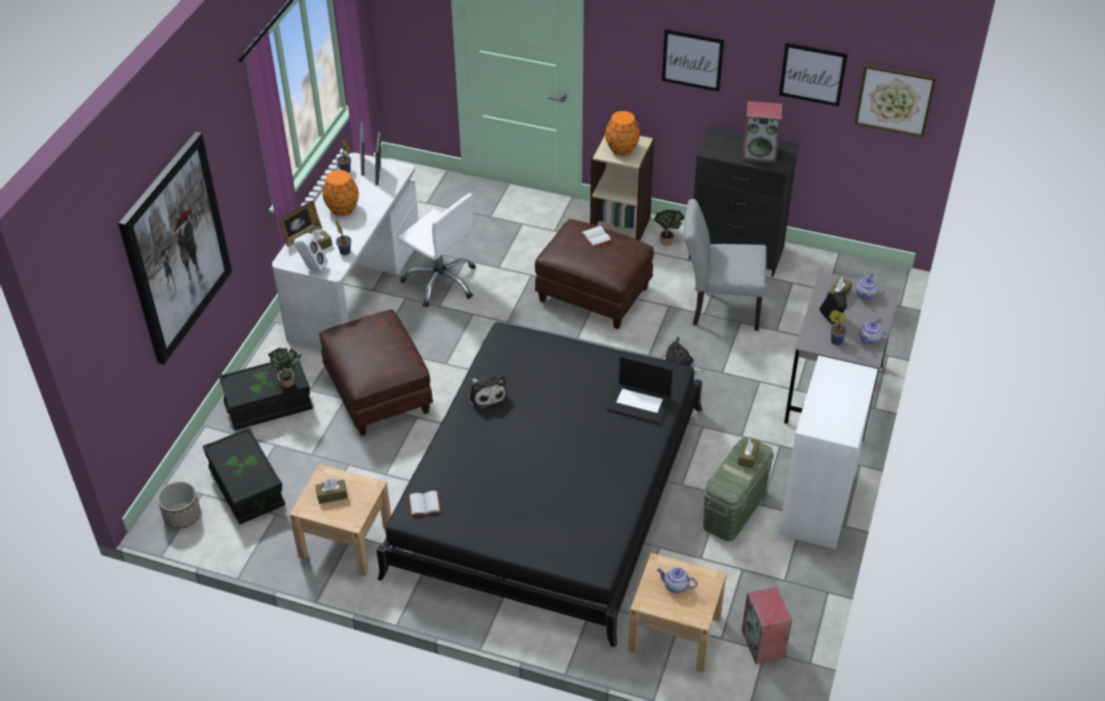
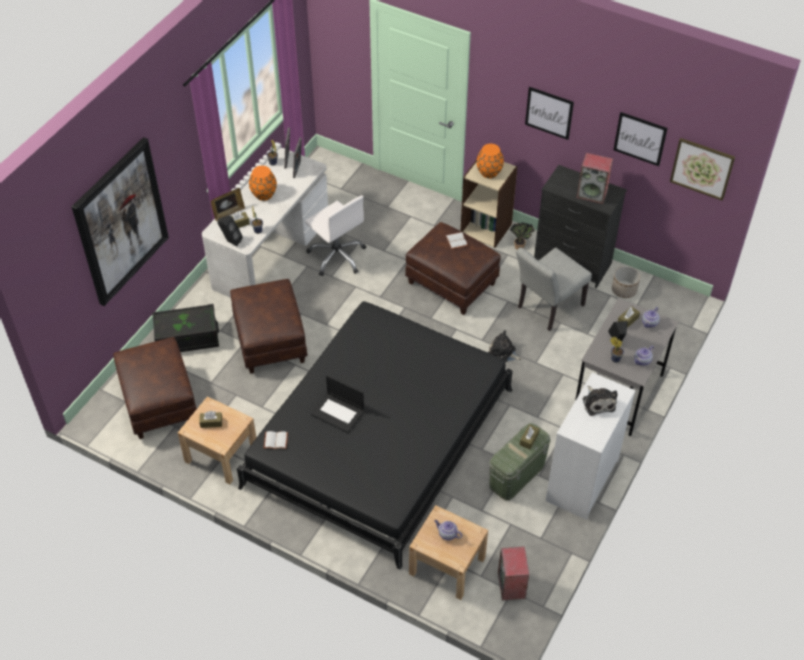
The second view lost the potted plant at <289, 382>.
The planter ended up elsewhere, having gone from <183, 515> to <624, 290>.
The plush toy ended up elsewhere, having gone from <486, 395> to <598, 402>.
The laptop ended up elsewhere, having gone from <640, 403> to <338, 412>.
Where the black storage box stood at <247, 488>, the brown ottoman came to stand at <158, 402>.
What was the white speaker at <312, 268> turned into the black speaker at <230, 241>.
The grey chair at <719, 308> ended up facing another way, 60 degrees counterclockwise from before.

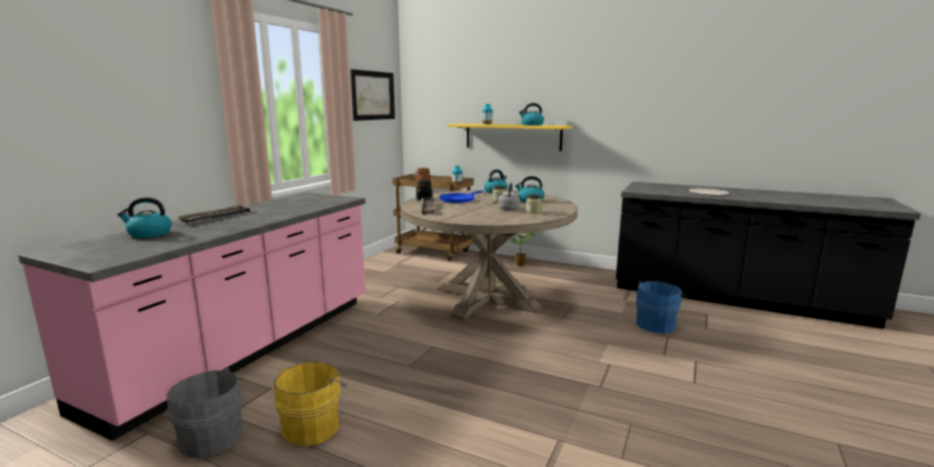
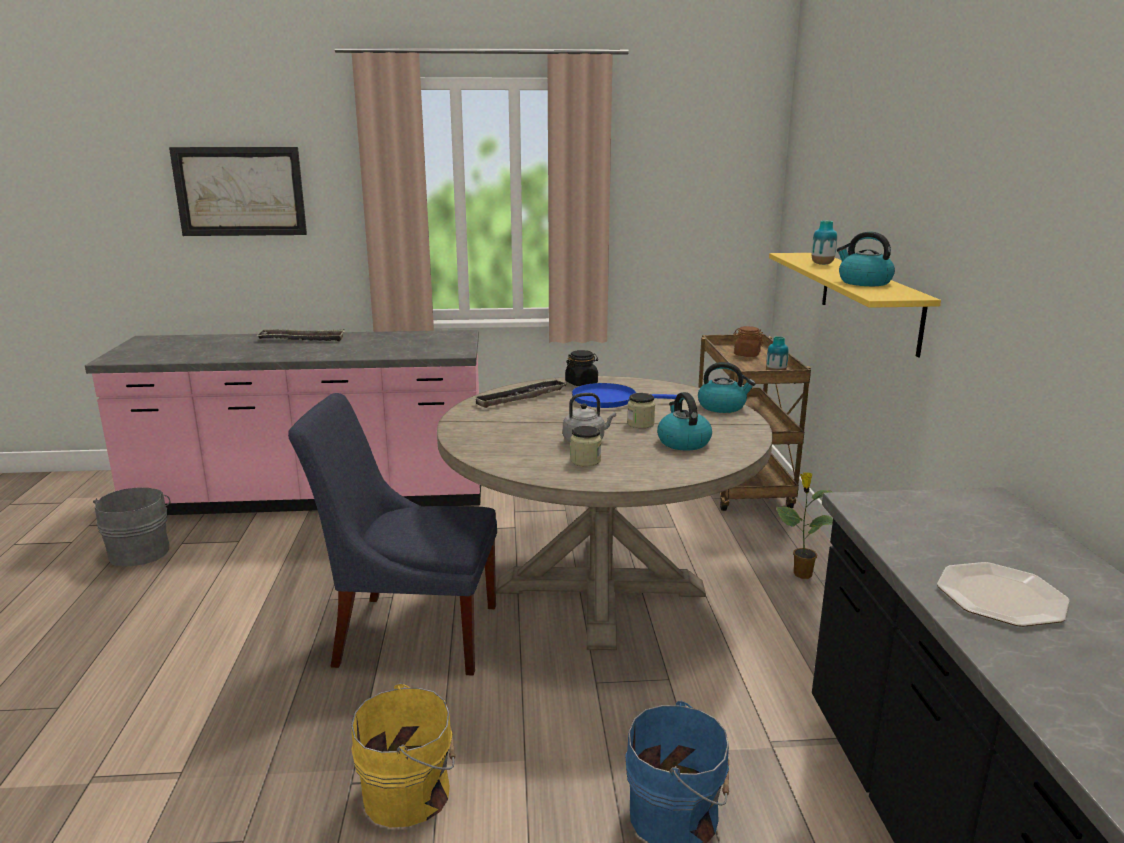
The second view lost the kettle at <149, 234>.
The second view gained the blue chair at <410, 633>.
The yellow bucket ended up elsewhere, having gone from <313, 426> to <411, 793>.
The picture ended up elsewhere, having gone from <373, 95> to <240, 191>.

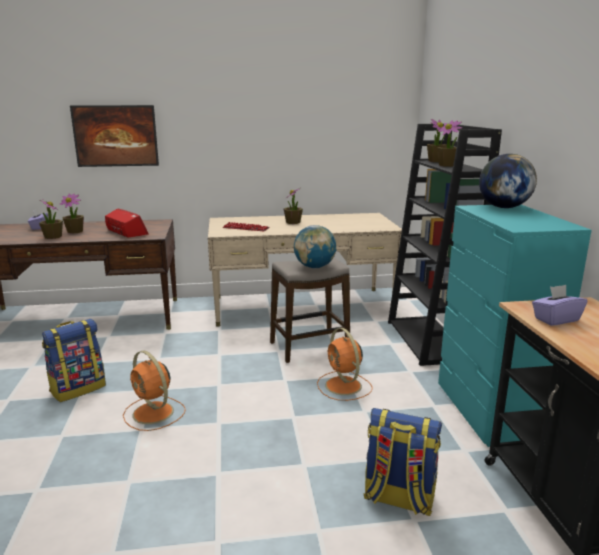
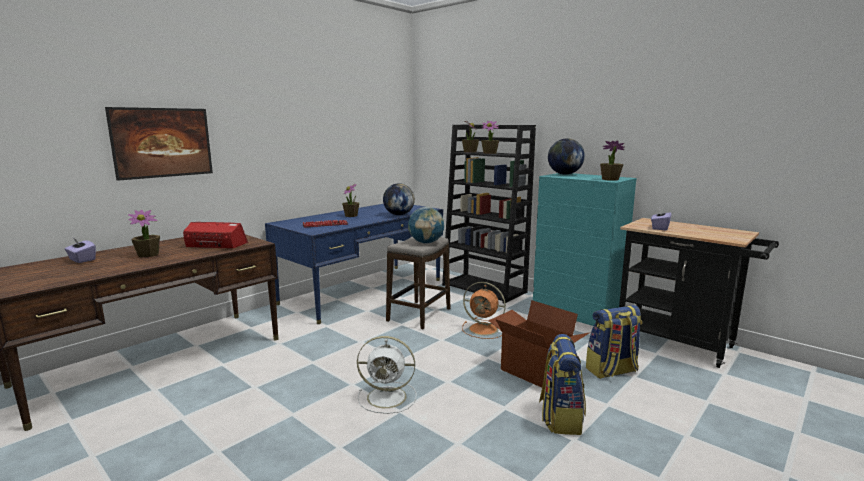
The second view gained the globe at <398, 214>.
The second view gained the cardboard box at <534, 371>.
The potted plant ended up elsewhere, having gone from <53, 237> to <610, 179>.
The backpack ended up elsewhere, having gone from <78, 388> to <560, 417>.
What was the orange fan at <154, 413> turned into the white fan at <388, 397>.
What was the beige desk at <302, 306> turned into the blue desk at <363, 291>.

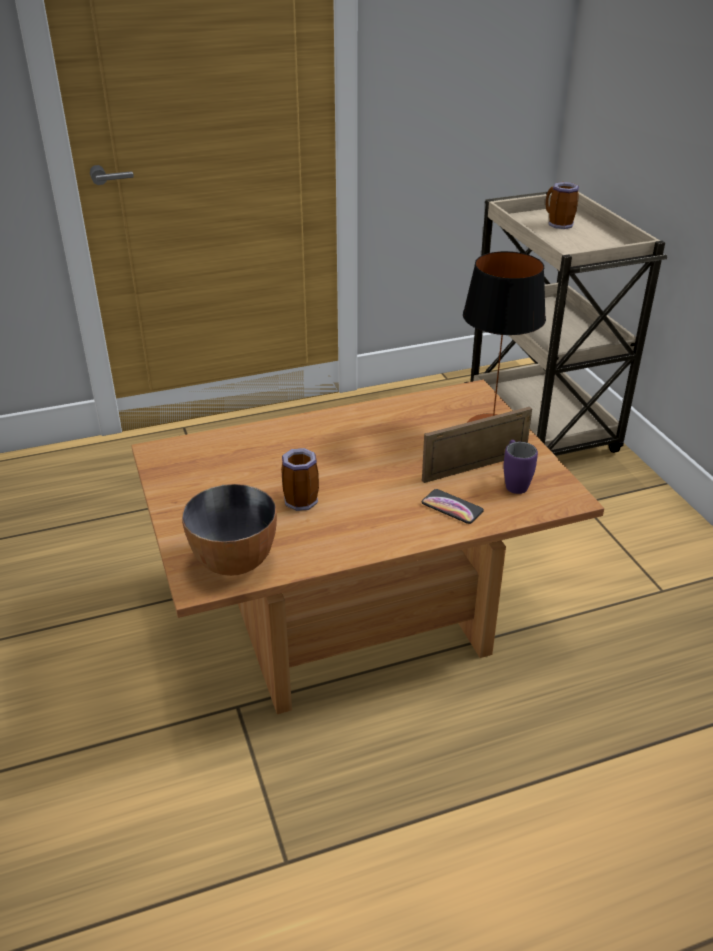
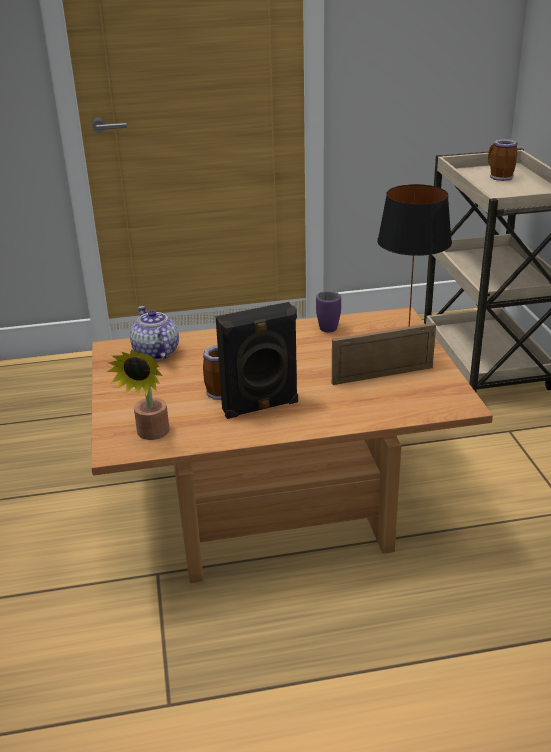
The second view lost the phone at <452, 507>.
The second view gained the teapot at <156, 353>.
The second view gained the black speaker at <261, 407>.
The purple mug ended up elsewhere, having gone from <514, 482> to <328, 325>.
Where the bowl stood at <235, 561>, the potted plant came to stand at <151, 434>.

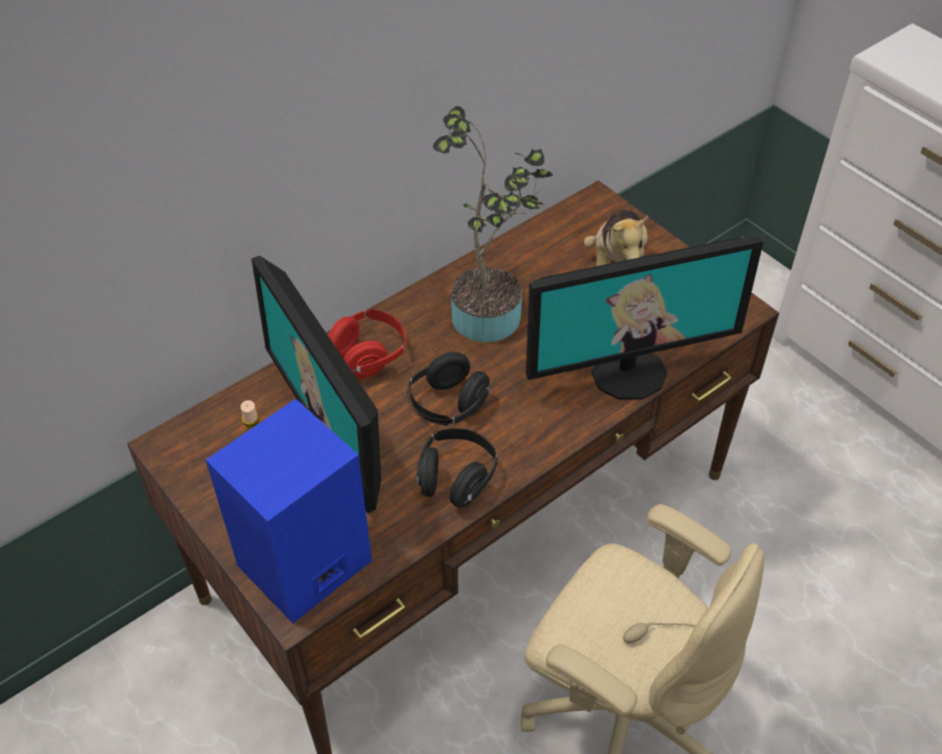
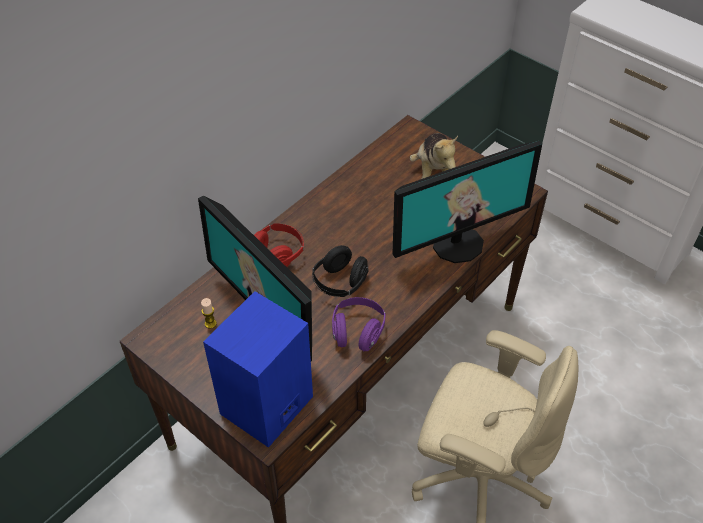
The second view lost the potted plant at <491, 311>.
What was the black headphones at <456, 478> turned into the purple headphones at <357, 332>.

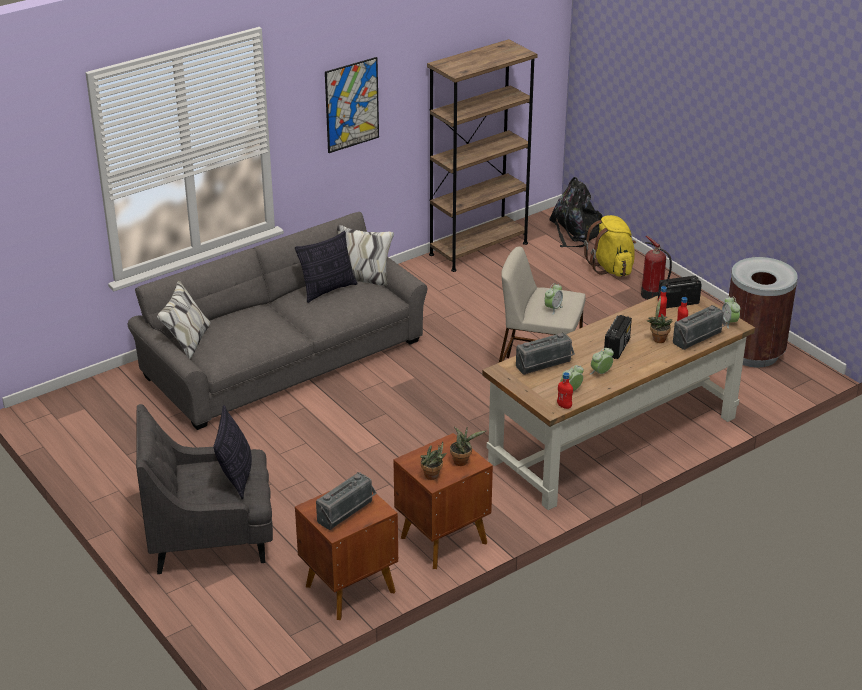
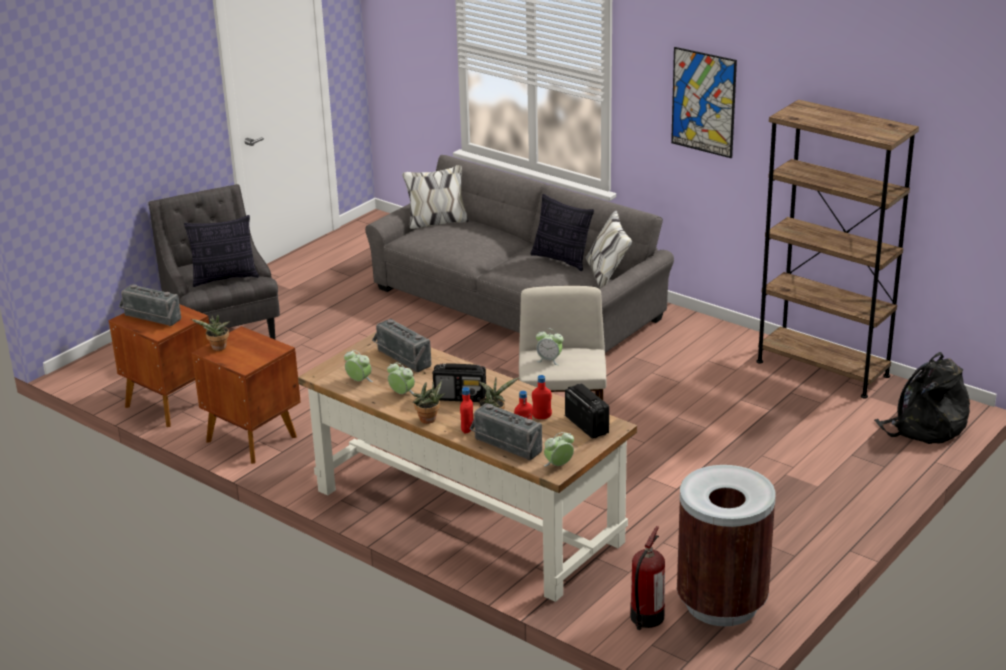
The second view lost the yellow backpack at <611, 268>.
The potted plant ended up elsewhere, having gone from <462, 461> to <429, 420>.
The red bottle ended up elsewhere, having gone from <564, 406> to <467, 430>.
The fire extinguisher ended up elsewhere, having gone from <653, 295> to <646, 618>.

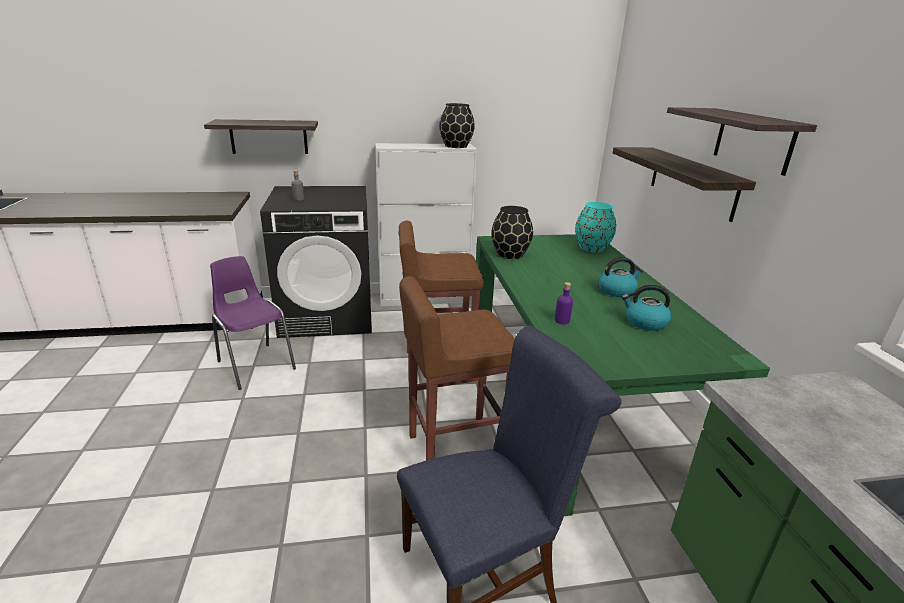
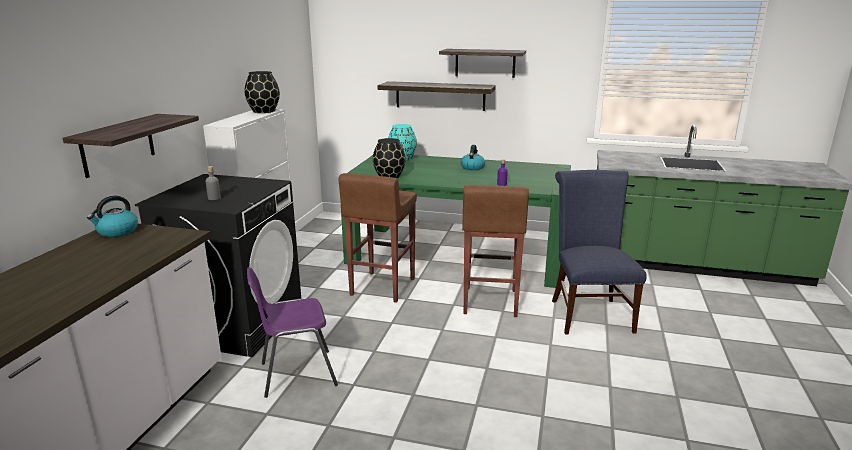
The kettle ended up elsewhere, having gone from <645, 322> to <117, 231>.

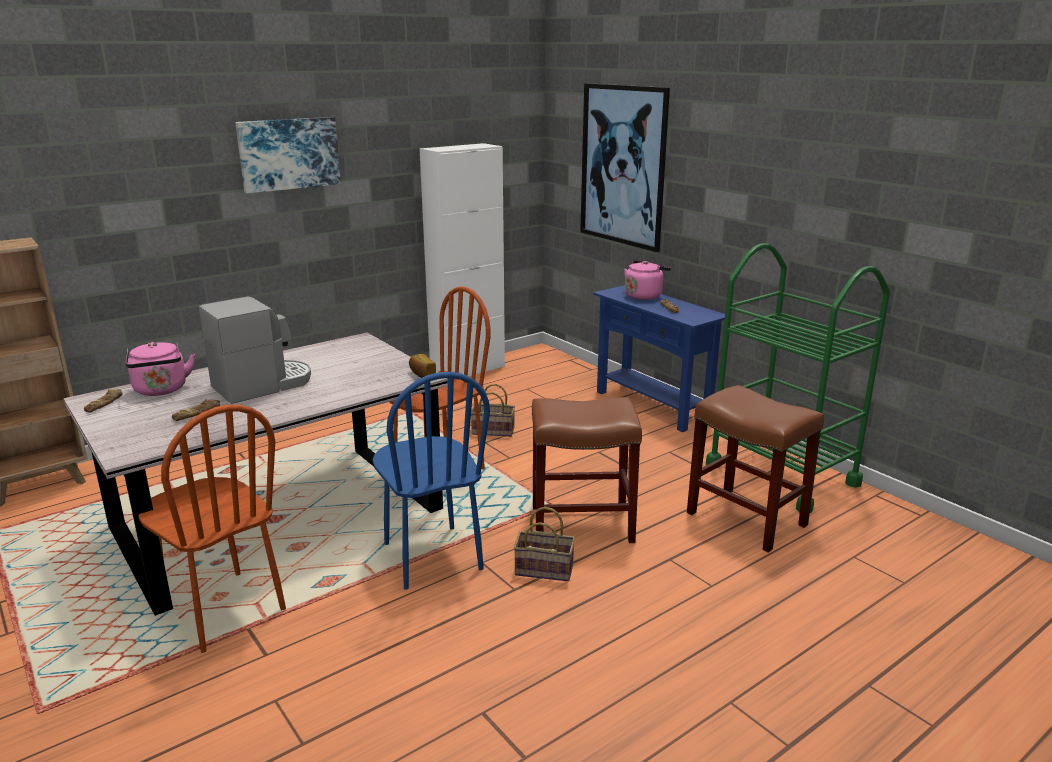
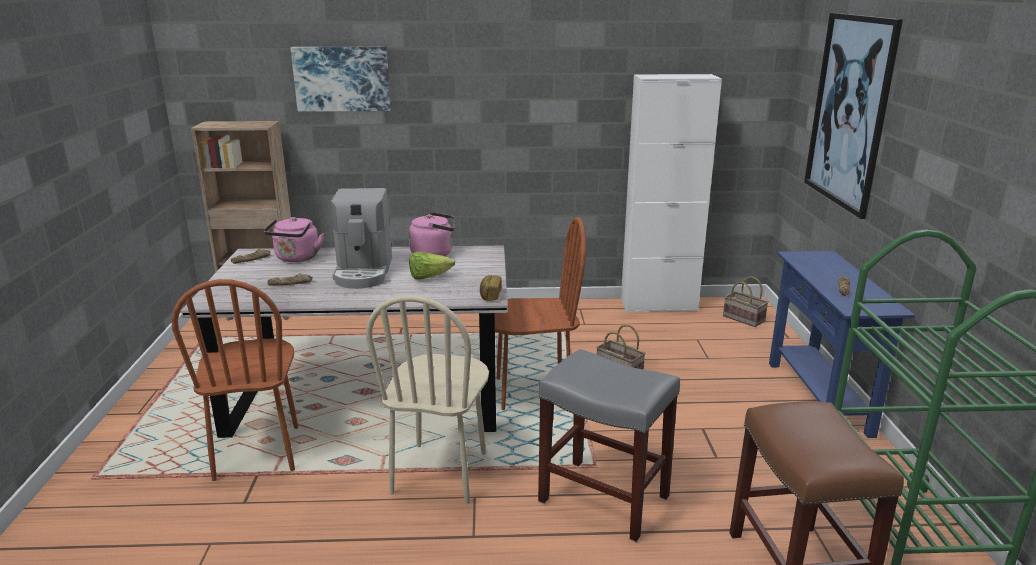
The second view gained the lettuce at <429, 277>.
The picture ended up elsewhere, having gone from <289, 154> to <342, 78>.
The basket ended up elsewhere, having gone from <545, 569> to <745, 319>.
The pink kettle ended up elsewhere, having gone from <644, 296> to <434, 254>.
What was the blue chair at <431, 557> turned into the beige chair at <440, 473>.
What was the brown stool at <583, 524> turned into the grey stool at <605, 498>.
The coffee machine at <263, 385> ended up facing another way, 90 degrees clockwise from before.

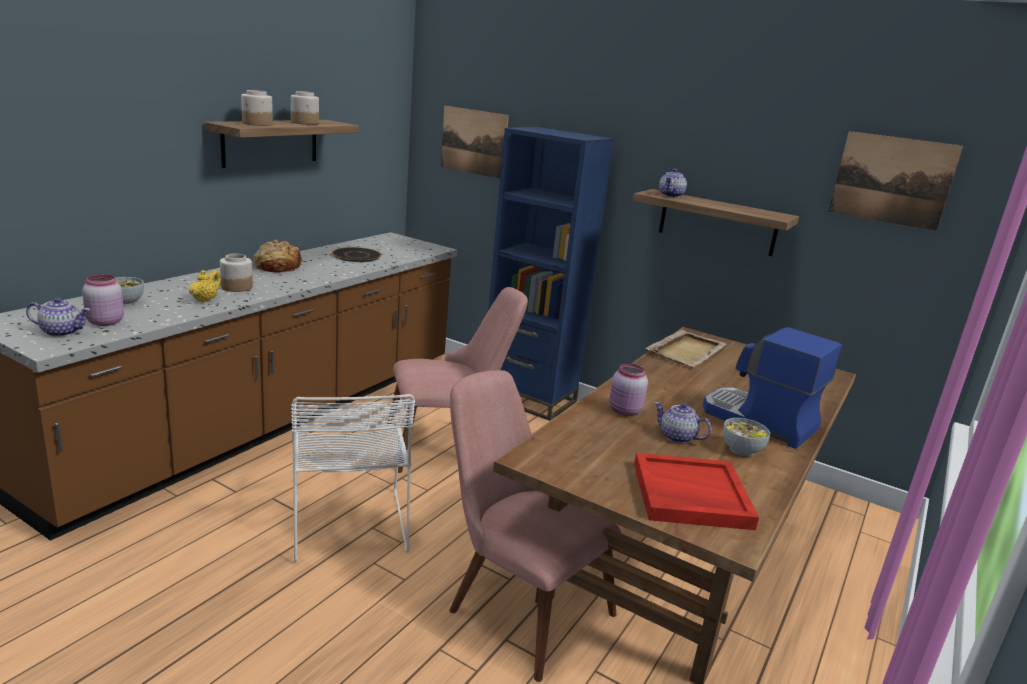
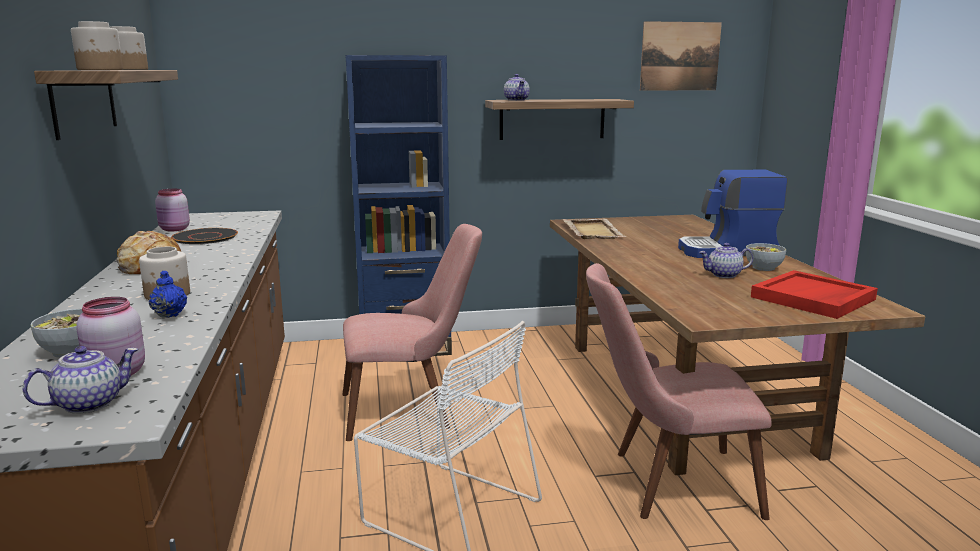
The second view lost the picture at <473, 142>.
The pink jar ended up elsewhere, having gone from <624, 411> to <174, 229>.
What was the yellow teapot at <205, 299> turned into the blue teapot at <169, 314>.
The pink chair at <449, 445> ended up facing another way, 45 degrees clockwise from before.

